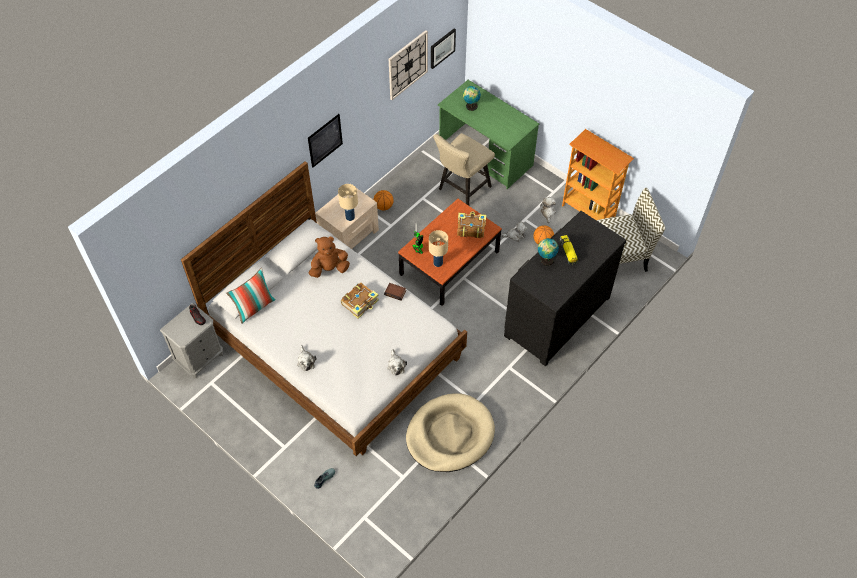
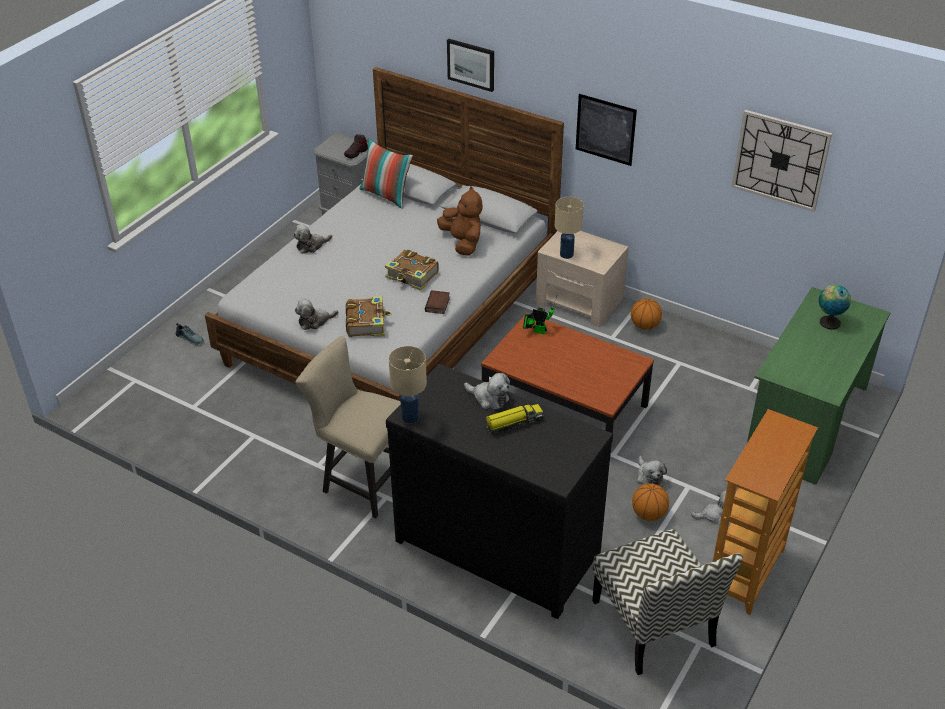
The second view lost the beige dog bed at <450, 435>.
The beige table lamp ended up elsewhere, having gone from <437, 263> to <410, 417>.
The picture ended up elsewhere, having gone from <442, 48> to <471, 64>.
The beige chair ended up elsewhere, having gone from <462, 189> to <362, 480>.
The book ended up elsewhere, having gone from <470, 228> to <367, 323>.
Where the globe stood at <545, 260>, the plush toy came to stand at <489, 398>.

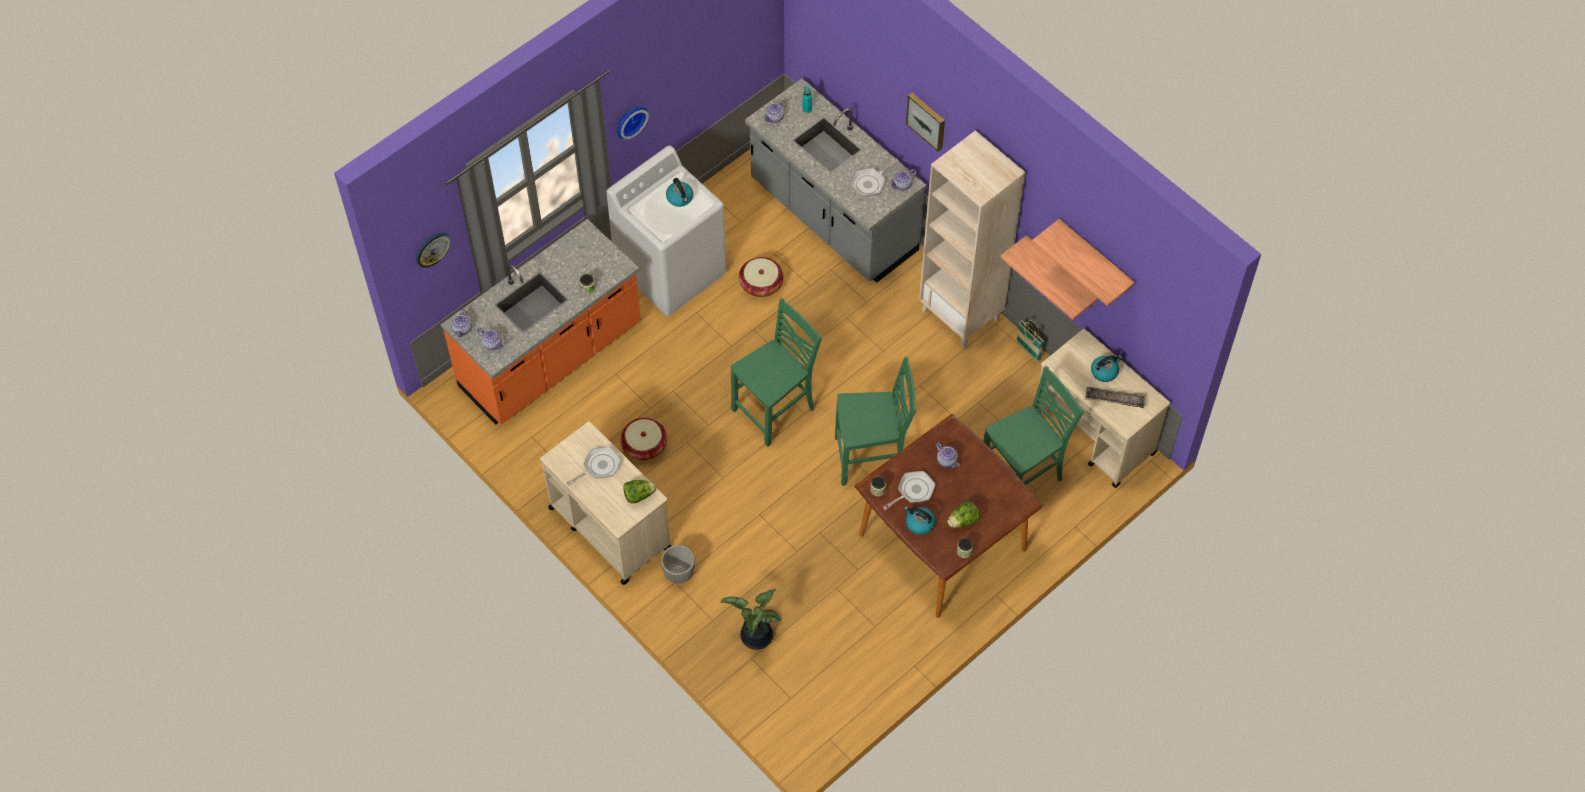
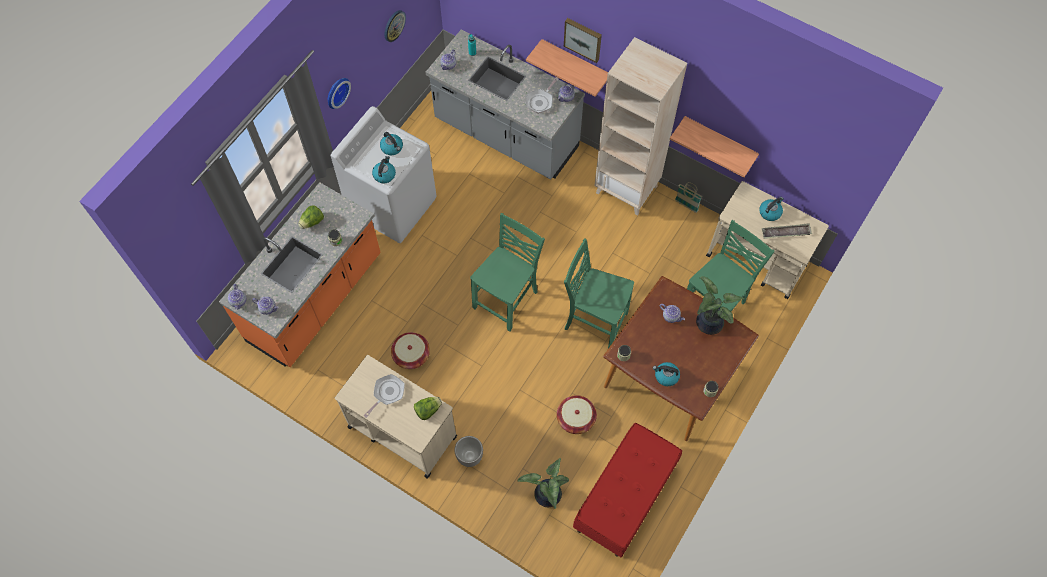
The second view lost the frying pan at <913, 491>.
The second view gained the kettle at <384, 174>.
The second view gained the red bench at <625, 498>.
The second view gained the potted plant at <707, 323>.
The wall clock ended up elsewhere, having gone from <432, 249> to <394, 25>.
The basket ended up elsewhere, having gone from <761, 284> to <576, 418>.
The lettuce ended up elsewhere, having gone from <963, 521> to <312, 222>.
The shelf ended up elsewhere, having gone from <1094, 259> to <575, 64>.
The green chair at <872, 459> ended up facing another way, 135 degrees counterclockwise from before.

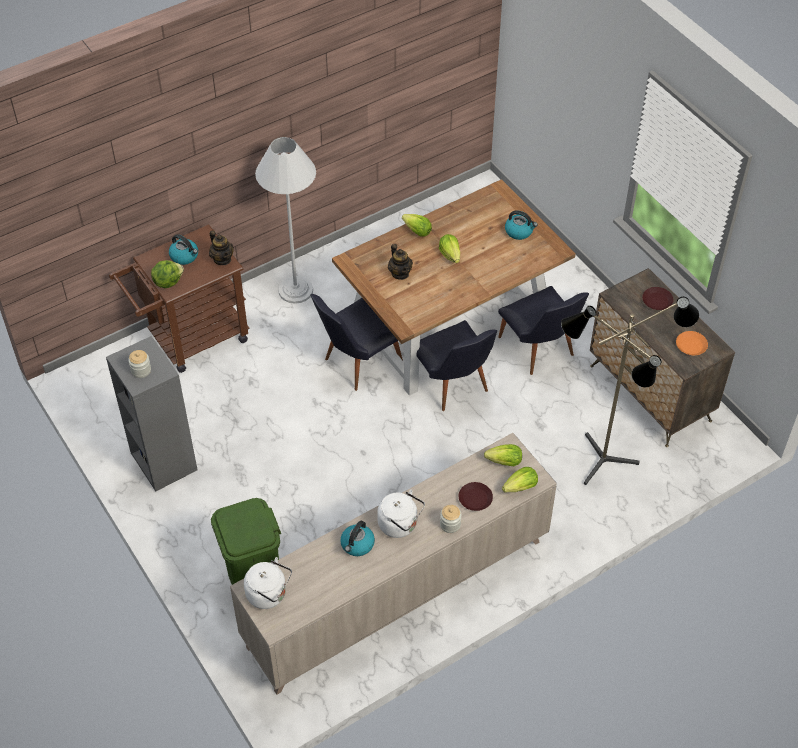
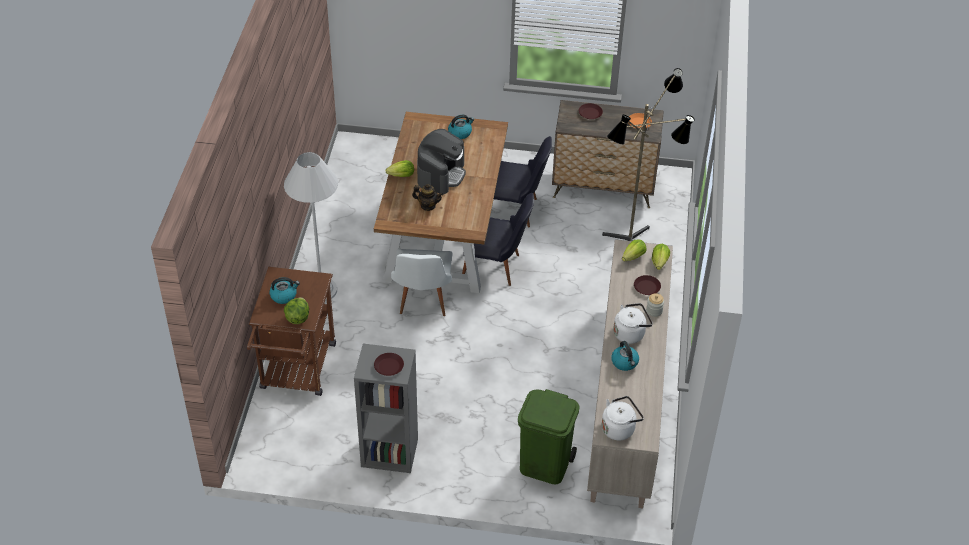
The second view lost the teapot at <222, 259>.
Where the jar stood at <141, 370>, the brown plate came to stand at <389, 366>.
Where the lettuce stood at <450, 255>, the coffee machine came to stand at <441, 174>.
What was the black chair at <356, 364> turned into the white chair at <423, 301>.

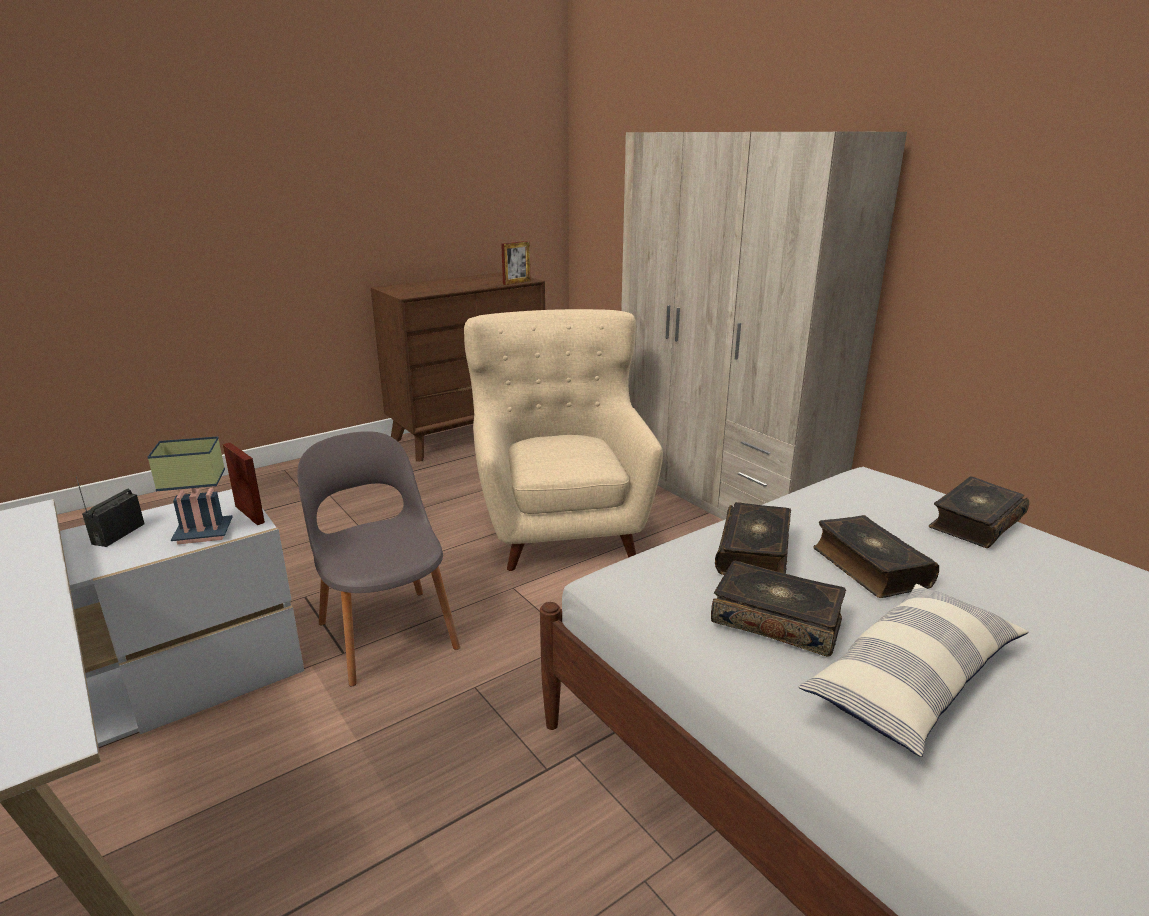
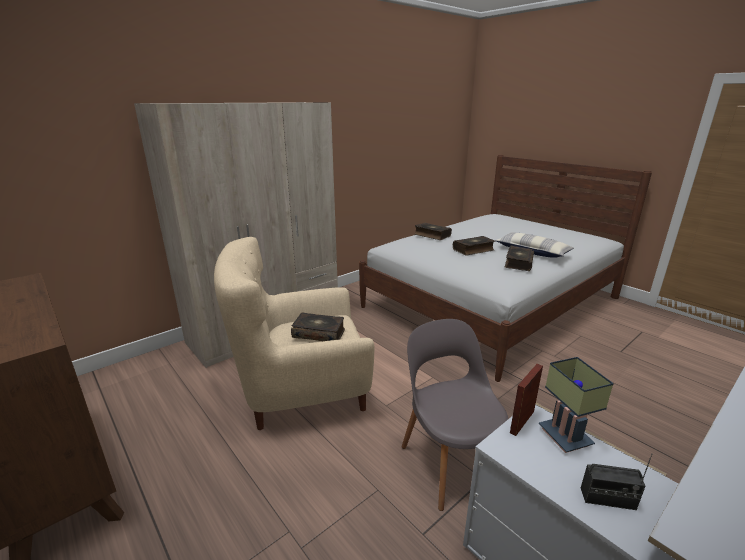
The second view lost the picture frame at <516, 282>.
The book ended up elsewhere, having gone from <755, 553> to <319, 333>.
The grey chair at <386, 631> ended up facing another way, 105 degrees clockwise from before.

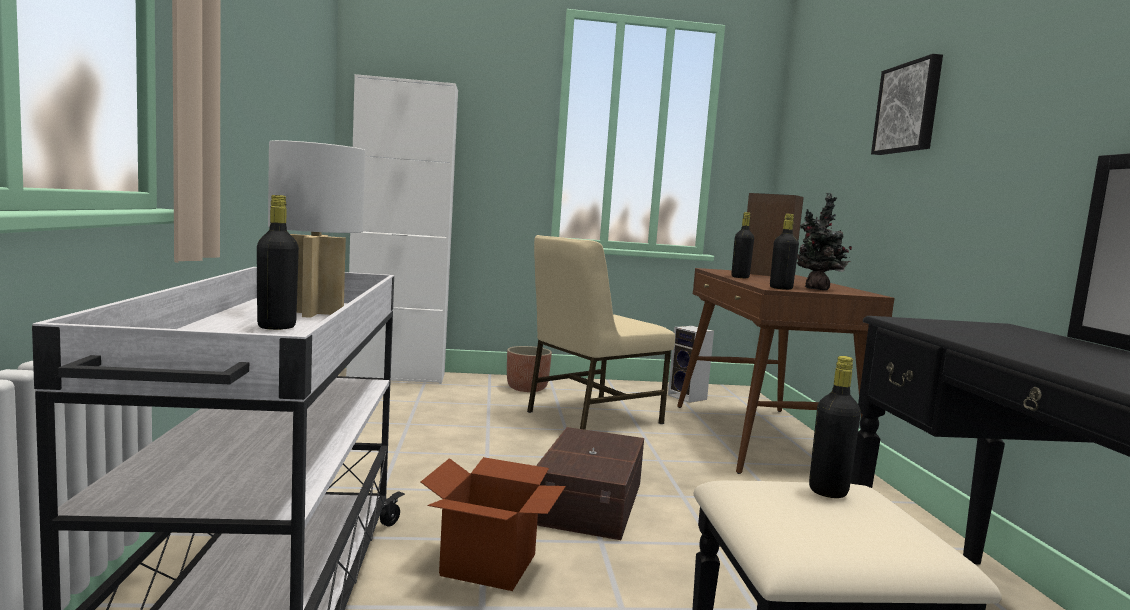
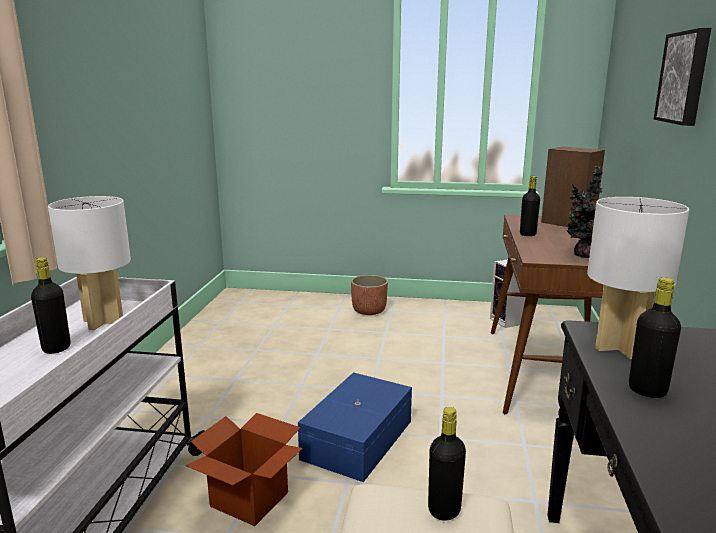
The second view lost the white cabinet at <397, 376>.
The second view lost the beige chair at <591, 417>.
The second view gained the white table lamp at <620, 348>.
The black bottle ended up elsewhere, having gone from <781, 288> to <647, 390>.
What was the brown storage box at <591, 502> turned into the blue storage box at <360, 439>.

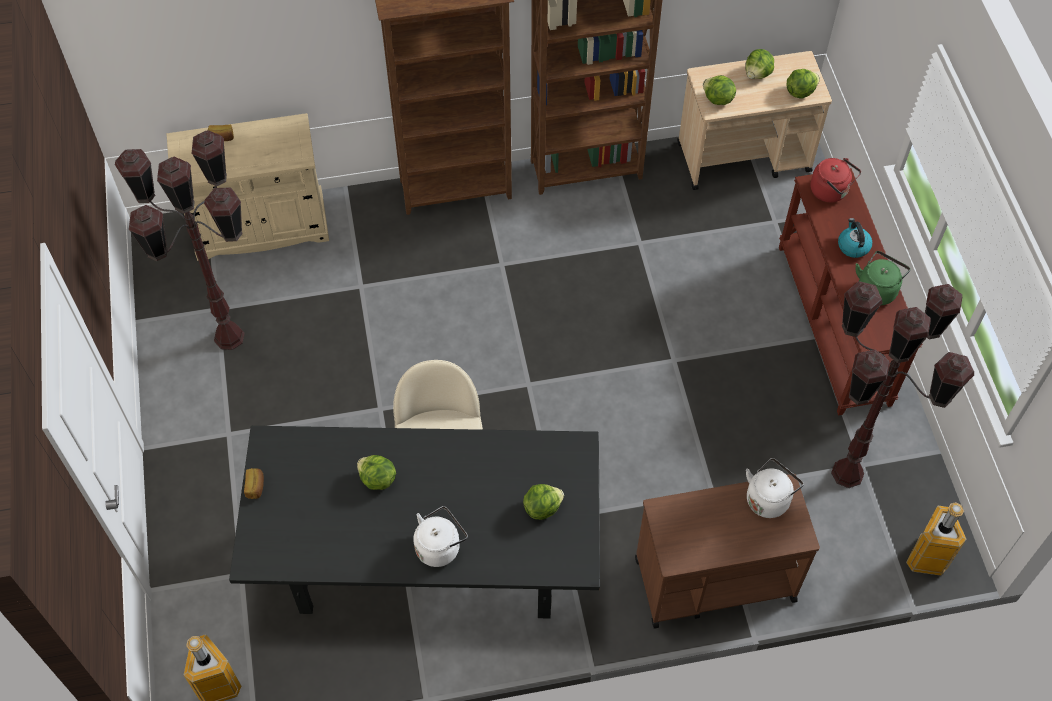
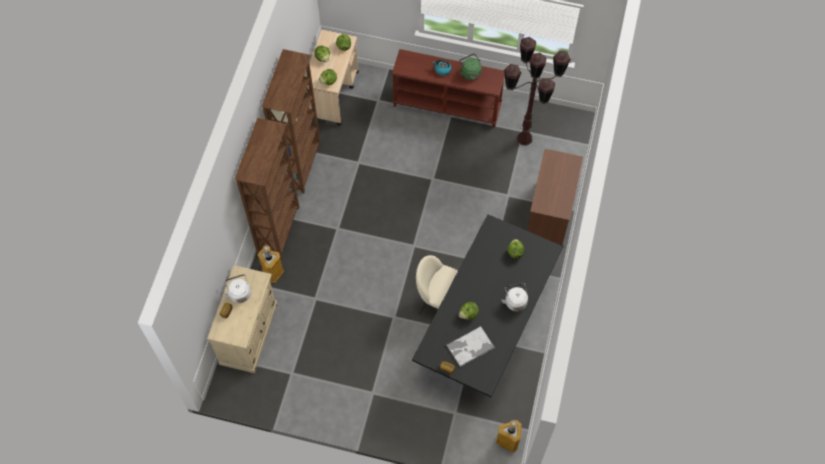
The second view lost the brown floor lamp at <229, 336>.
The second view lost the red kettle at <831, 191>.
The second view gained the tray at <470, 346>.
The white kettle ended up elsewhere, having gone from <768, 498> to <239, 293>.
The trash can ended up elsewhere, having gone from <926, 557> to <272, 273>.

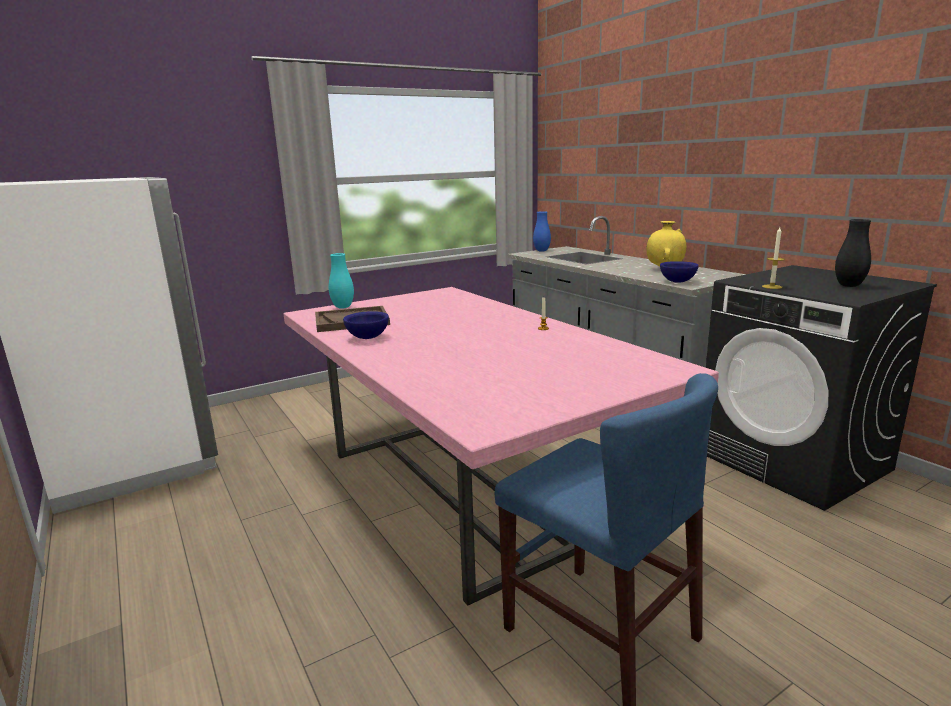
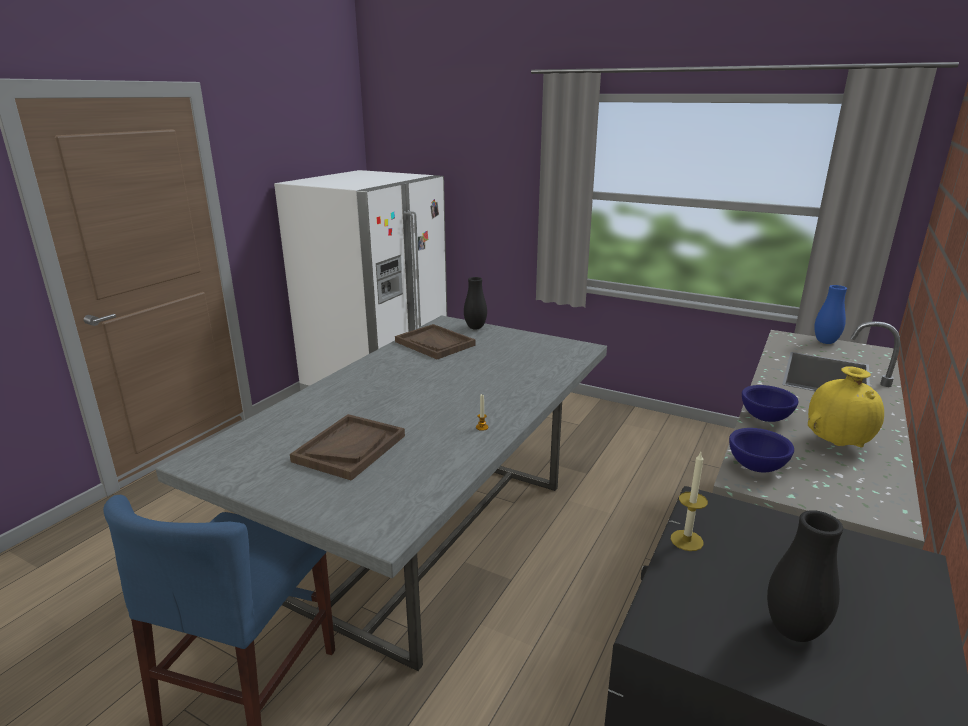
The second view gained the brown tray at <349, 448>.
The blue bowl ended up elsewhere, having gone from <367, 337> to <764, 418>.
What was the pink dining table at <463, 487> turned into the grey dining table at <431, 534>.
What was the turquoise vase at <343, 307> turned into the black vase at <475, 328>.

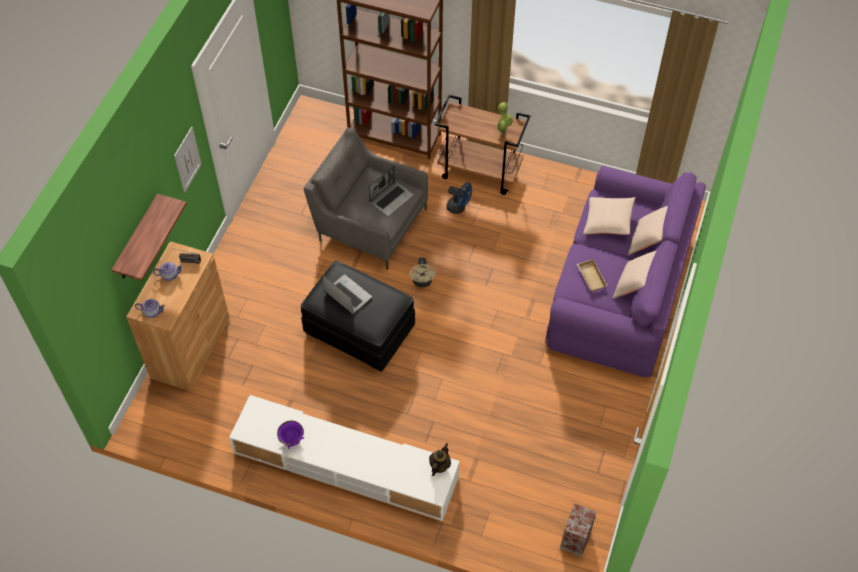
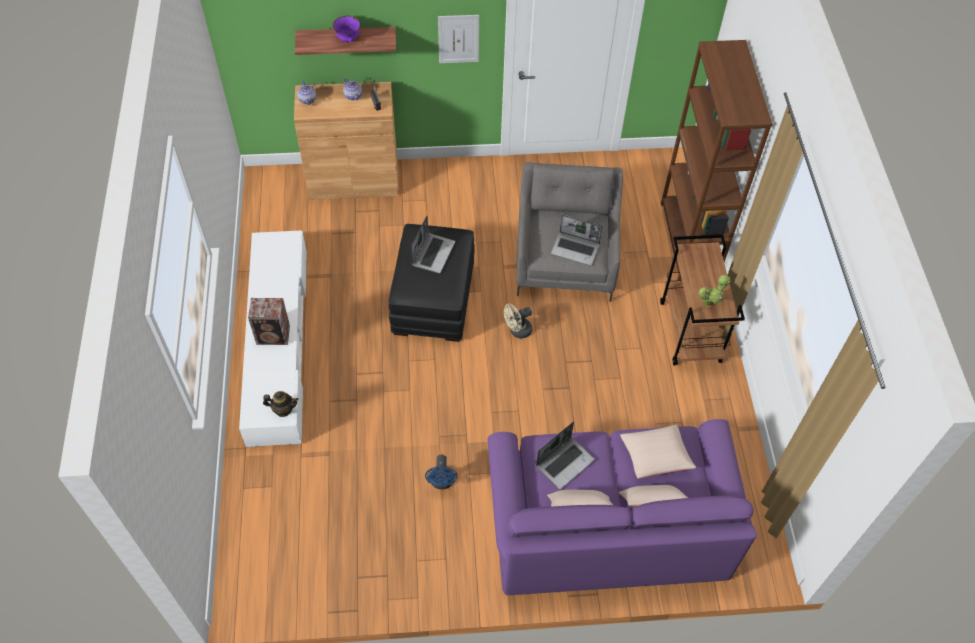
The purple bowl ended up elsewhere, having gone from <291, 440> to <348, 39>.
The blue fan ended up elsewhere, having gone from <459, 207> to <442, 483>.
The speaker ended up elsewhere, having gone from <576, 538> to <274, 335>.
Where the beige tray stood at <590, 277>, the laptop came to stand at <564, 462>.

